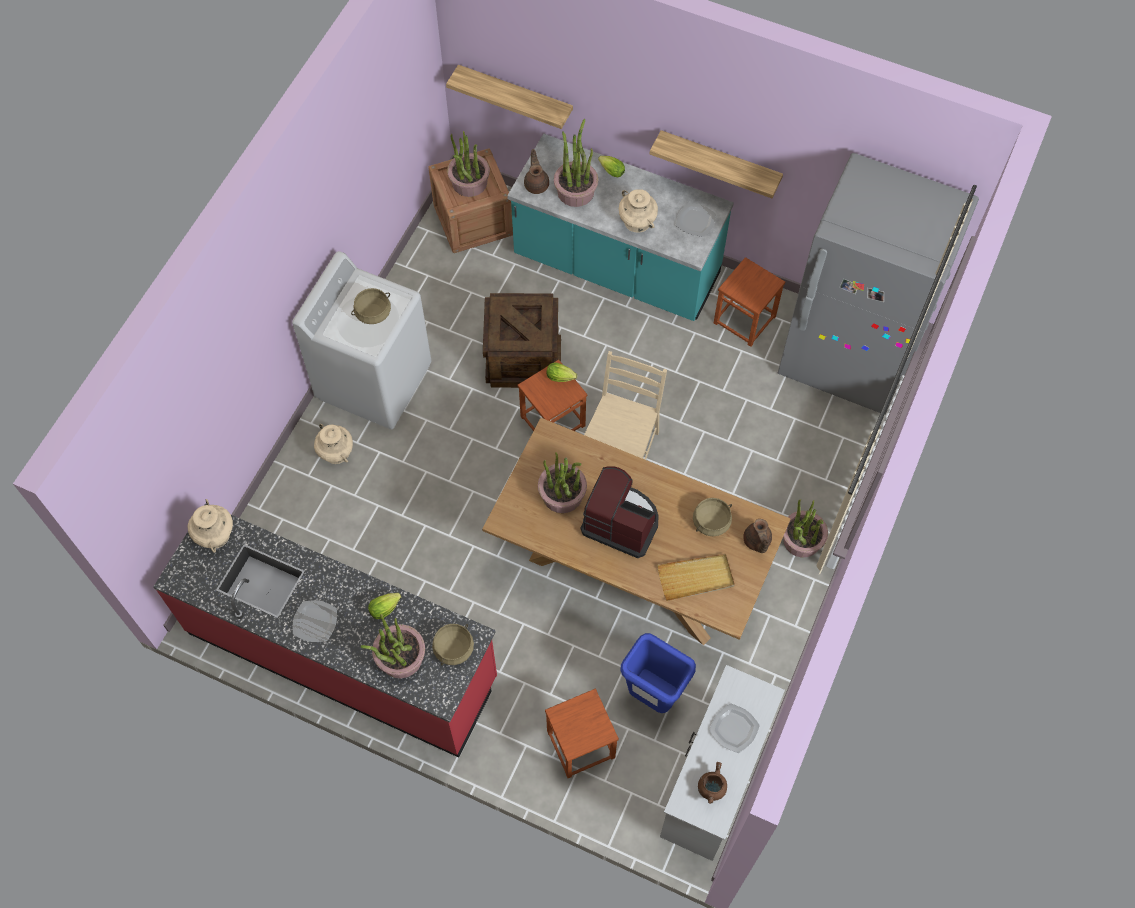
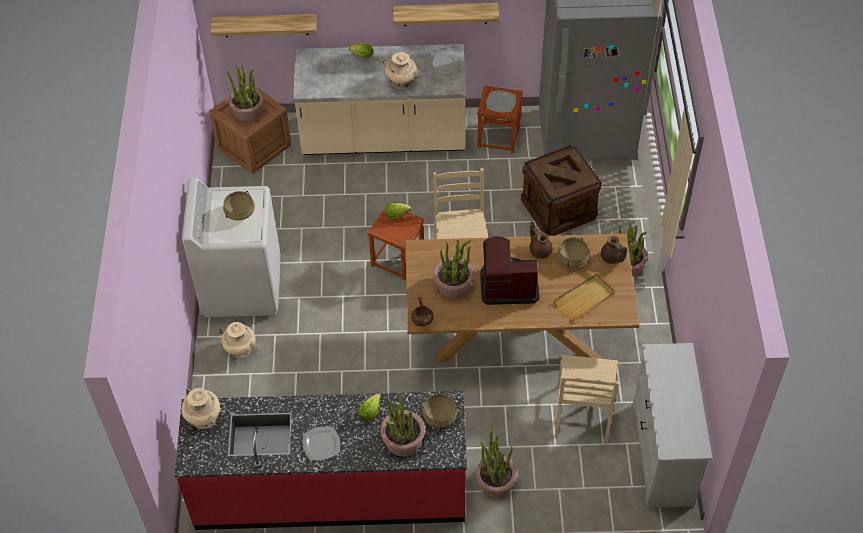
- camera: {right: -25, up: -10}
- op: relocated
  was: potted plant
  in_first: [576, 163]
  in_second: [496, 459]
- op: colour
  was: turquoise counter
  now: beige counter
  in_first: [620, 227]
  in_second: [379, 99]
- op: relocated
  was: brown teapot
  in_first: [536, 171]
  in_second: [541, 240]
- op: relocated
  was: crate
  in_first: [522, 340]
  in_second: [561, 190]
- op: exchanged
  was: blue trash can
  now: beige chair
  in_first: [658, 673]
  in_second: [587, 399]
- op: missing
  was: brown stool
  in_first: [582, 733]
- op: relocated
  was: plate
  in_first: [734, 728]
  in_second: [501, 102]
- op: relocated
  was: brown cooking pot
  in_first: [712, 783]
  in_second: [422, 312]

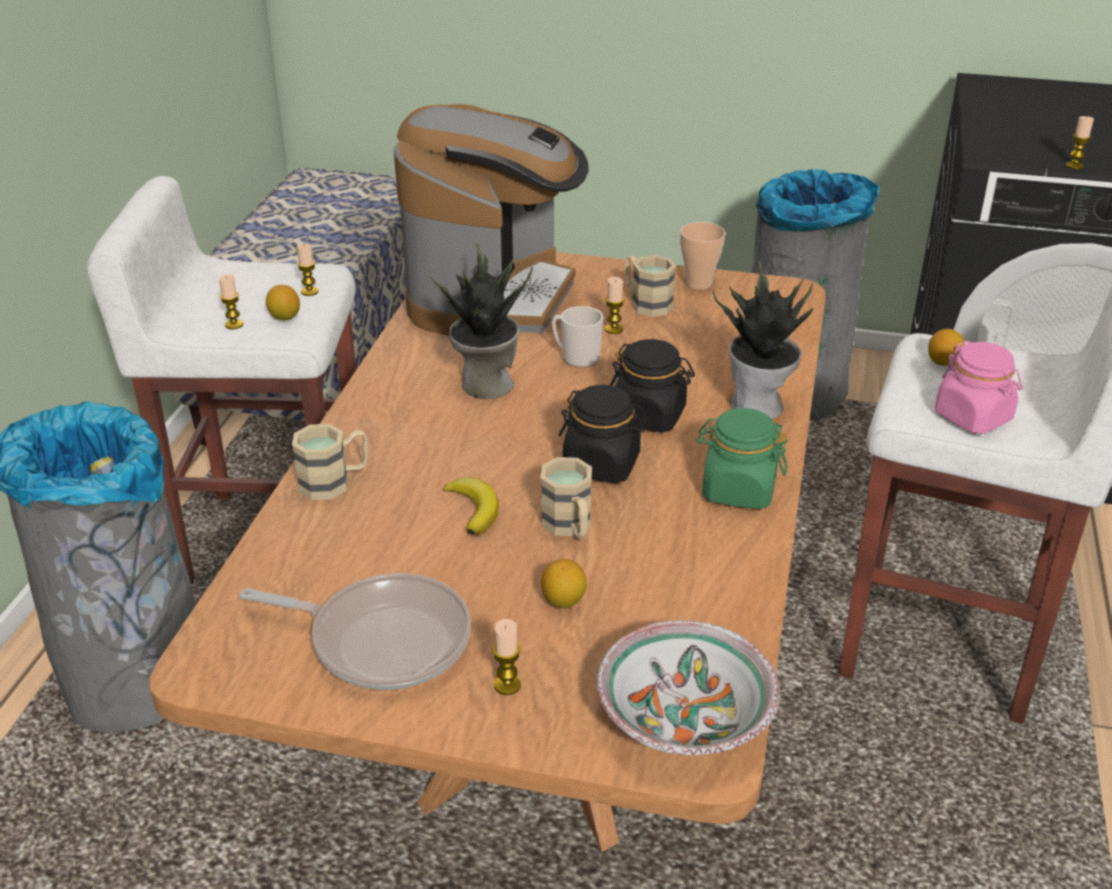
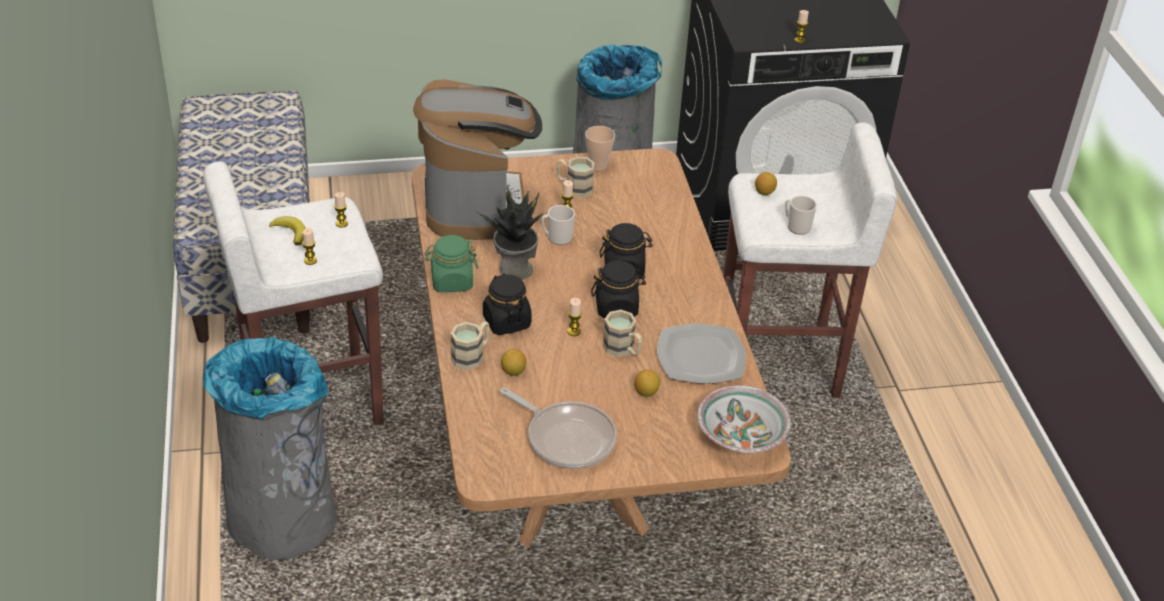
- camera: {right: -25, up: 5}
- op: missing
  was: potted plant
  in_first: [763, 340]
- op: relocated
  was: lemon
  in_first: [283, 302]
  in_second: [514, 362]
- op: exchanged
  was: pink jar
  now: mug
  in_first: [978, 387]
  in_second: [801, 215]
- op: relocated
  was: green jar
  in_first: [741, 458]
  in_second: [451, 263]
- op: relocated
  was: banana
  in_first: [471, 506]
  in_second: [287, 230]
- op: spun
  was: frying pan
  in_first: [355, 631]
  in_second: [558, 428]
  clockwise: 45
- op: relocated
  was: candle
  in_first: [506, 657]
  in_second: [574, 317]
- op: appeared
  now: black jar
  in_second: [507, 304]
- op: appeared
  now: plate
  in_second: [701, 354]

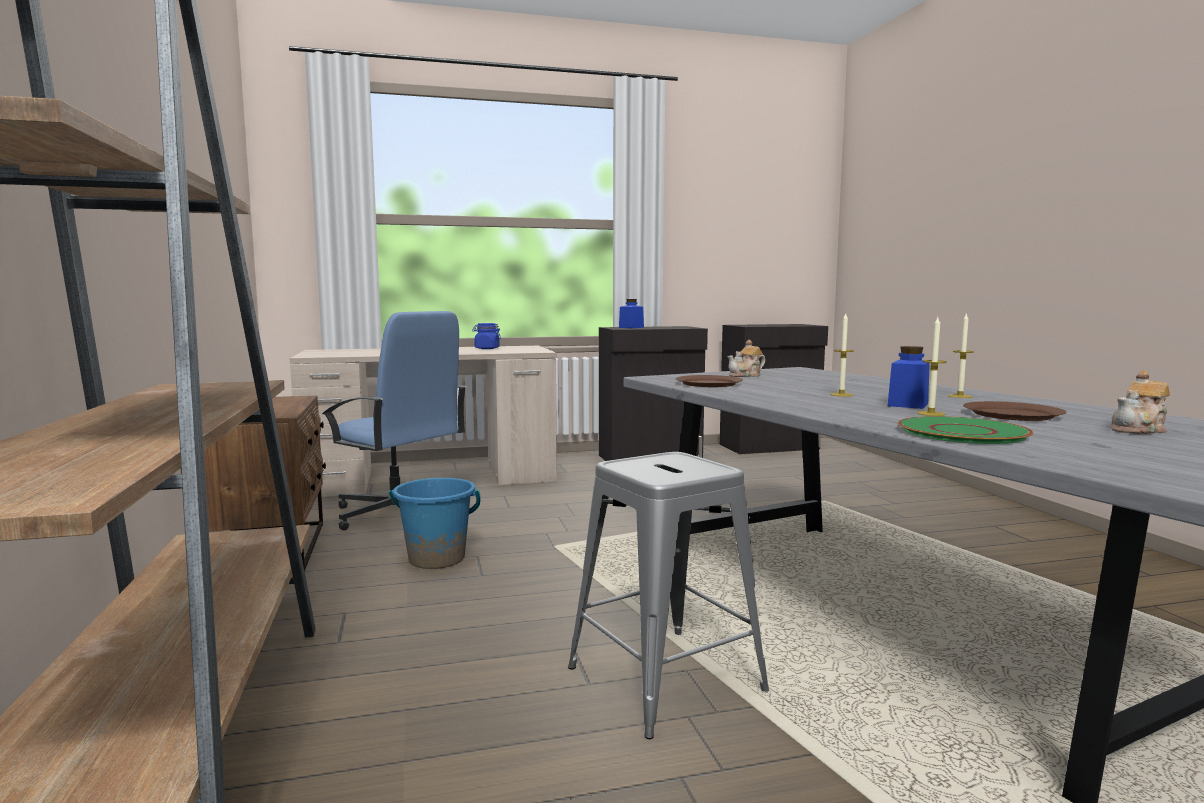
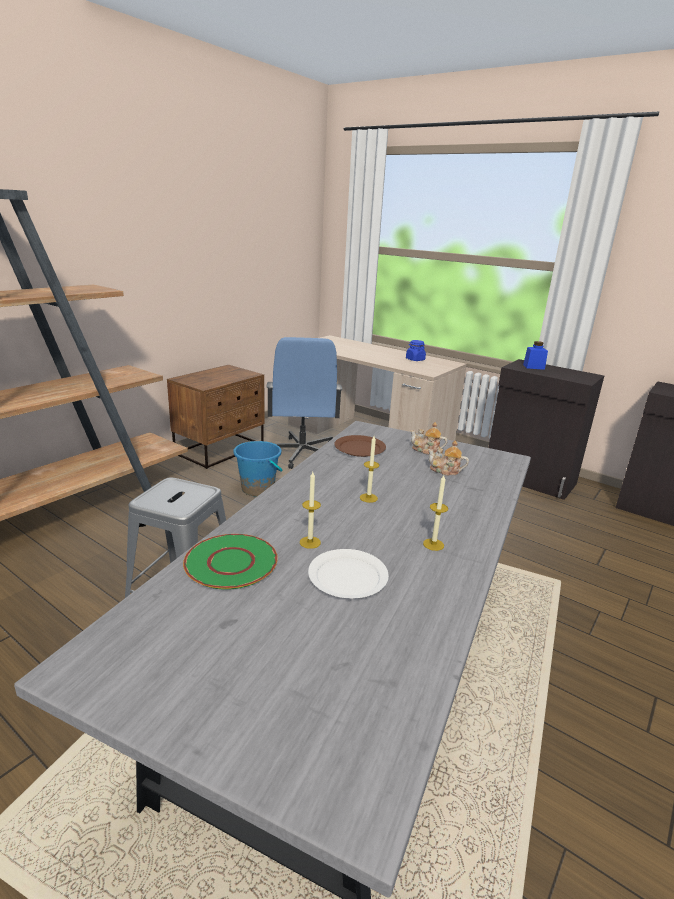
- camera: {right: 50, up: 15}
- op: missing
  was: blue jar
  in_first: [909, 377]
- op: relocated
  was: teapot
  in_first: [1140, 402]
  in_second: [448, 458]
- op: colour
  was: brown plate
  now: white plate
  in_first: [1014, 411]
  in_second: [348, 573]

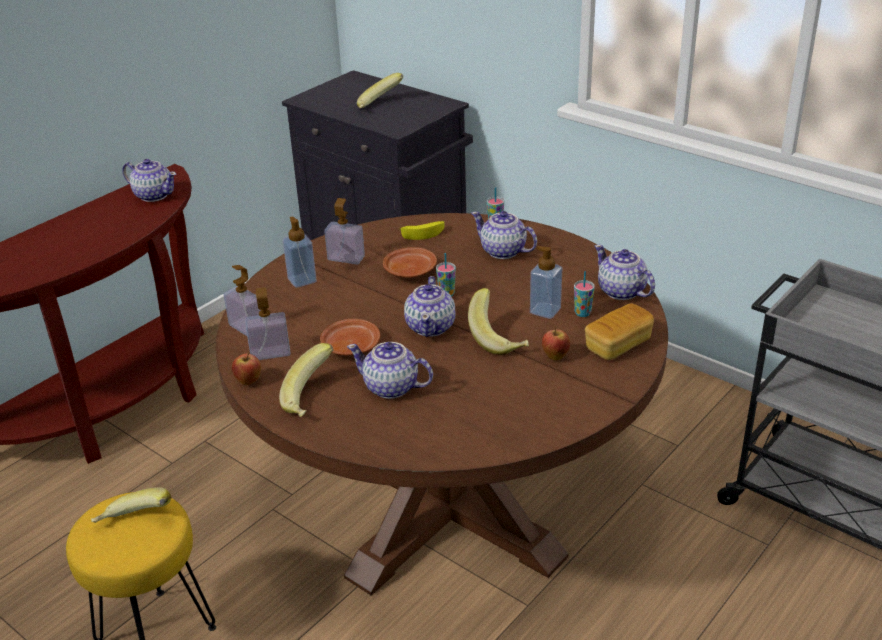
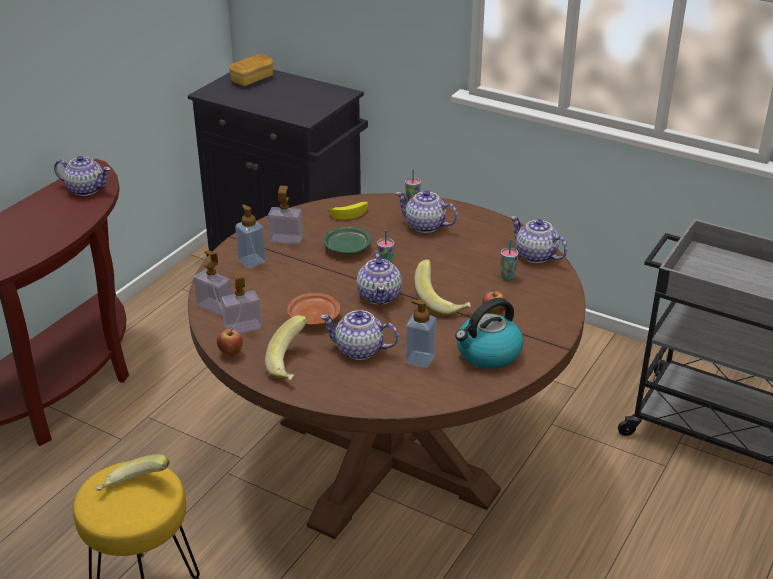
- camera: {right: -10, up: 0}
- op: missing
  was: banana
  in_first: [380, 90]
- op: relocated
  was: soap dispenser
  in_first: [546, 282]
  in_second: [421, 333]
- op: colour
  was: brown plate
  now: green plate
  in_first: [410, 262]
  in_second: [347, 240]
- op: relocated
  was: bread
  in_first: [619, 331]
  in_second: [251, 70]
- op: appeared
  now: kettle
  in_second: [489, 333]

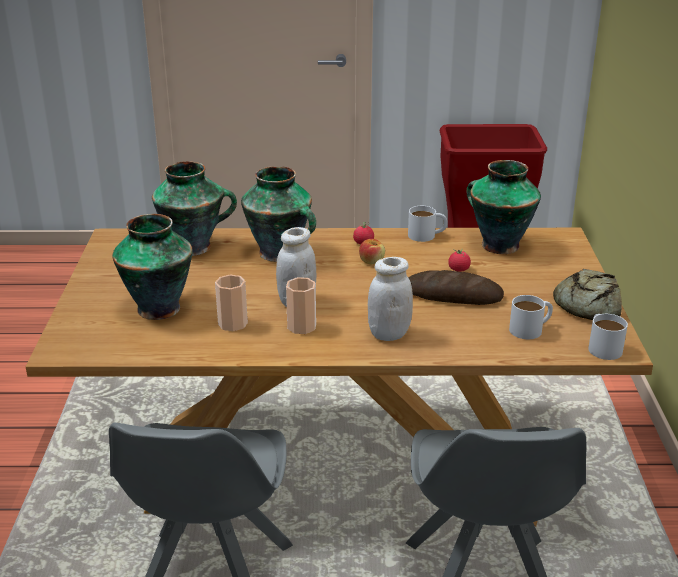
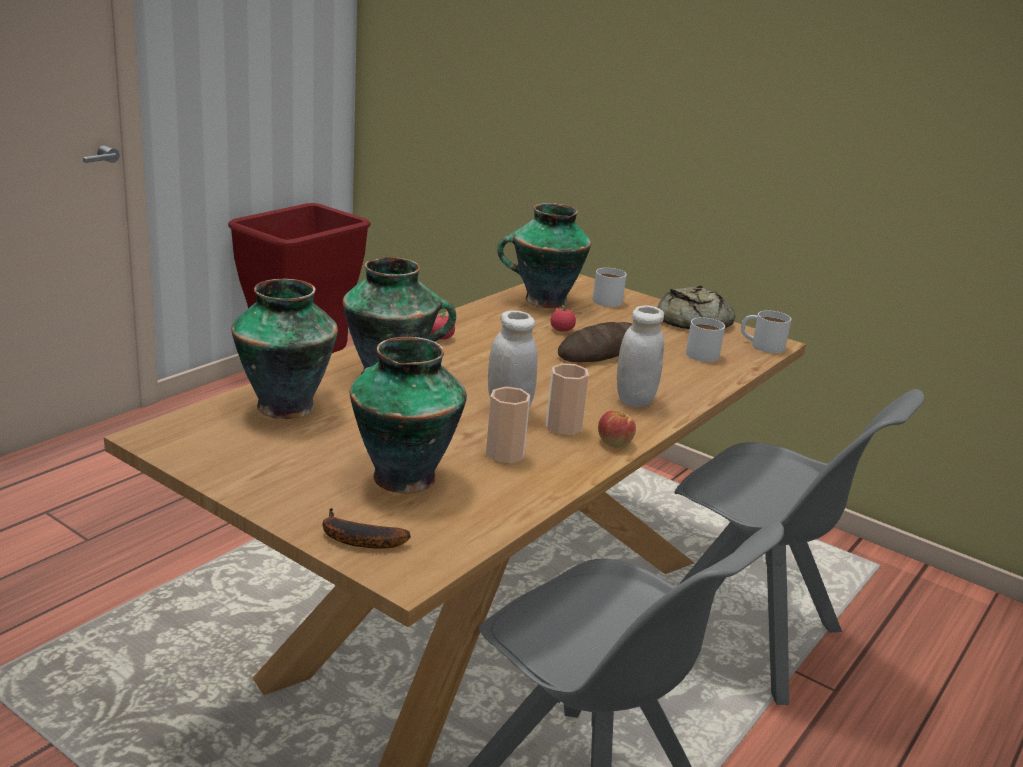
- camera: {right: -55, up: -5}
- op: relocated
  was: white mug
  in_first: [427, 224]
  in_second: [610, 287]
- op: relocated
  was: apple
  in_first: [372, 251]
  in_second: [617, 429]
- op: appeared
  now: banana
  in_second: [367, 528]

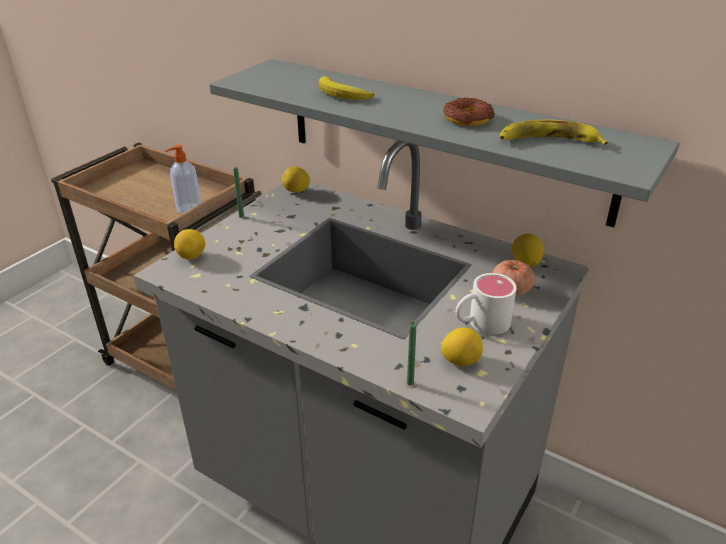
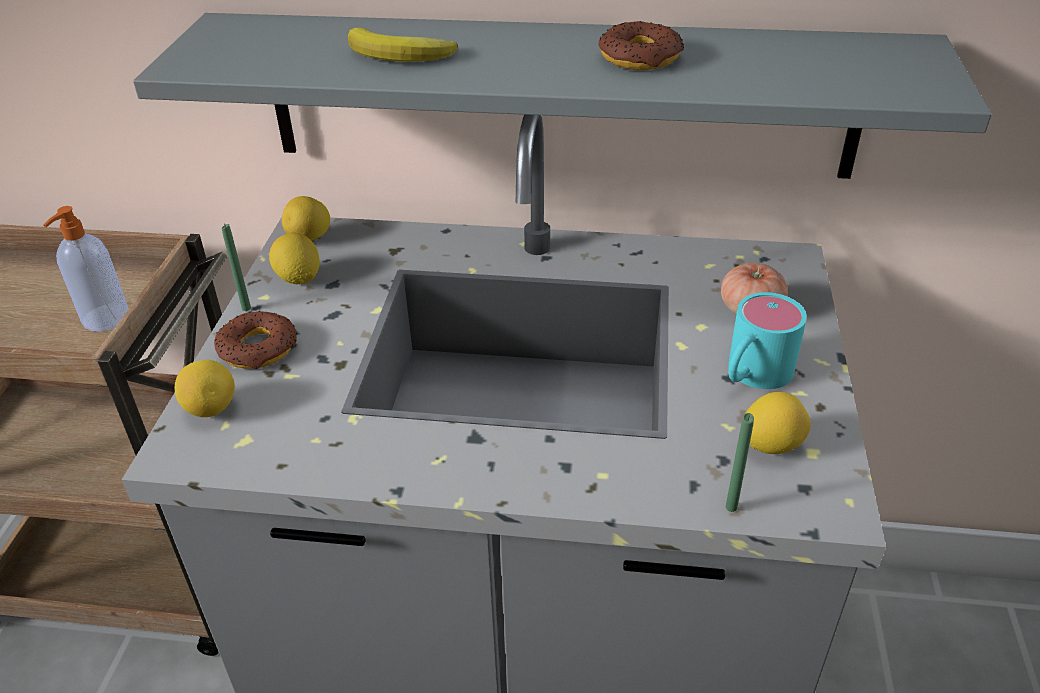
- camera: {right: -25, up: 5}
- op: missing
  was: banana
  in_first: [554, 132]
- op: relocated
  was: lemon
  in_first: [528, 250]
  in_second: [294, 258]
- op: colour
  was: white mug
  now: turquoise mug
  in_first: [486, 304]
  in_second: [767, 340]
- op: appeared
  now: donut
  in_second: [255, 340]

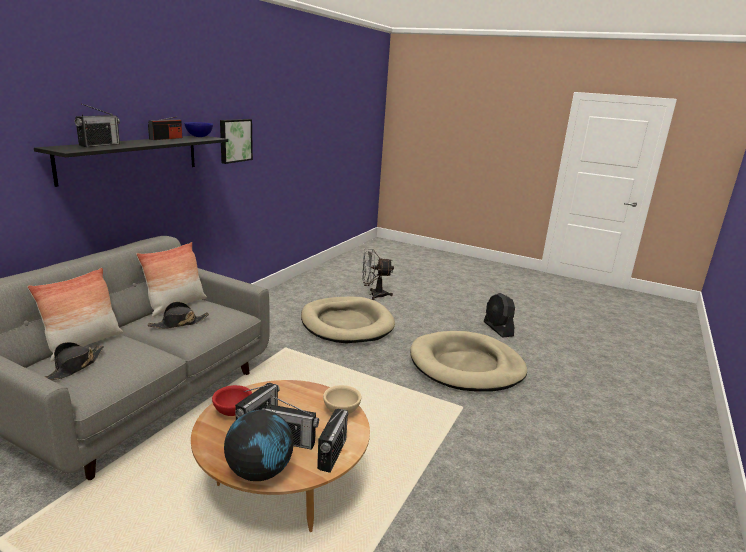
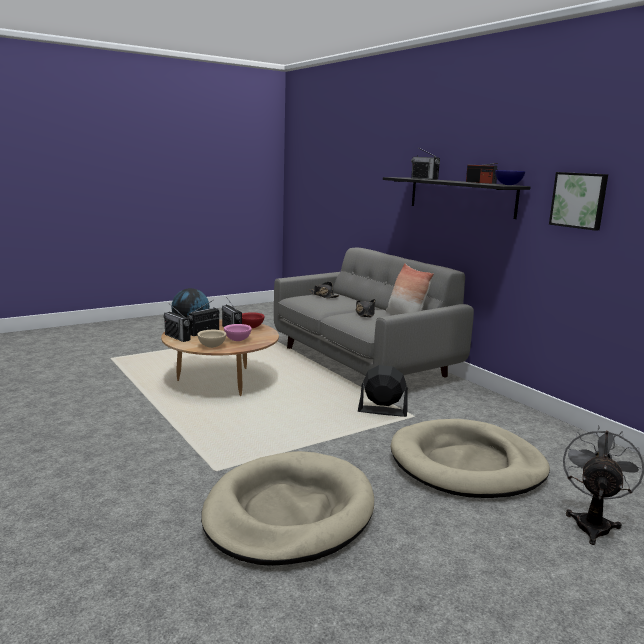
- camera: {right: 120, up: -5}
- op: missing
  was: pillow
  in_first: [75, 314]
- op: relocated
  was: black fan
  in_first: [499, 315]
  in_second: [383, 391]
- op: appeared
  now: pink bowl
  in_second: [238, 332]

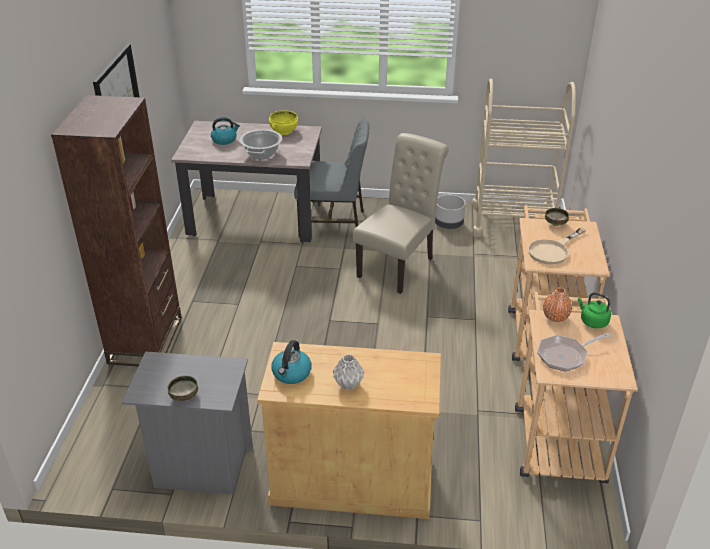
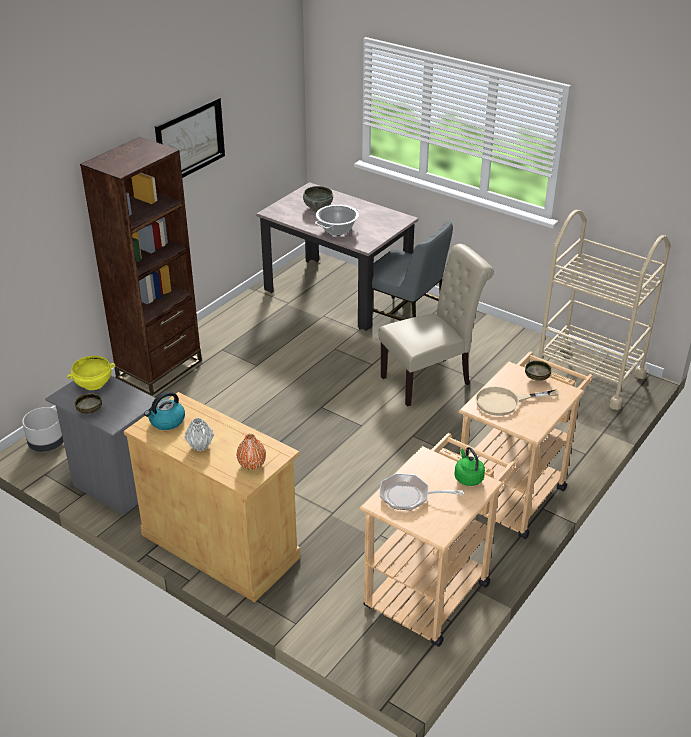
- camera: {right: 30, up: 0}
- op: relocated
  was: yellow bowl
  in_first: [283, 122]
  in_second: [91, 373]
- op: exchanged
  was: kettle
  now: grey bowl
  in_first: [225, 131]
  in_second: [318, 198]
- op: relocated
  was: grey planter
  in_first: [450, 212]
  in_second: [42, 429]
- op: relocated
  was: orange vase
  in_first: [557, 304]
  in_second: [251, 452]

